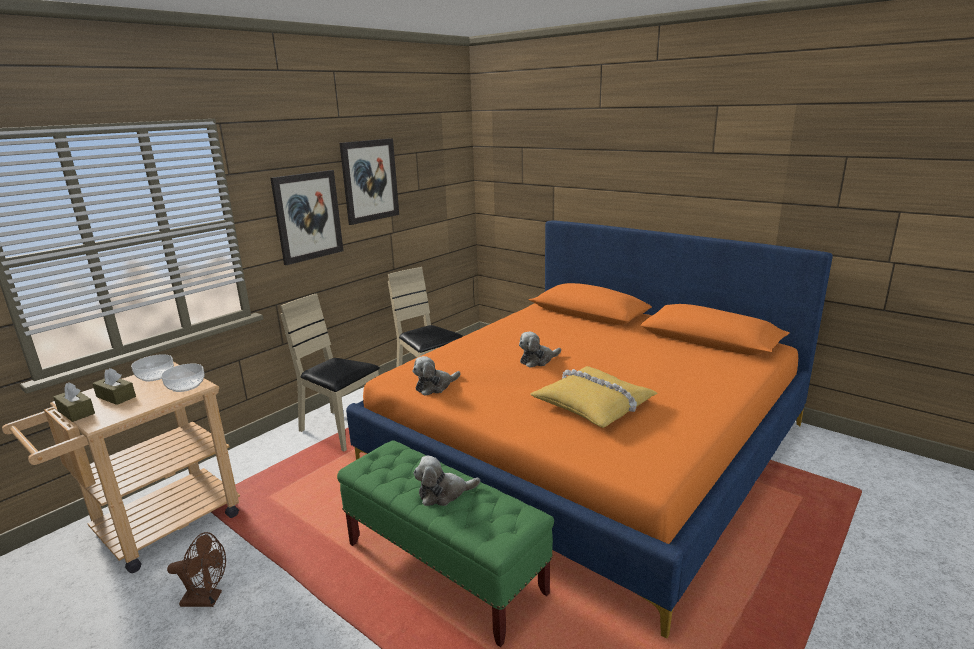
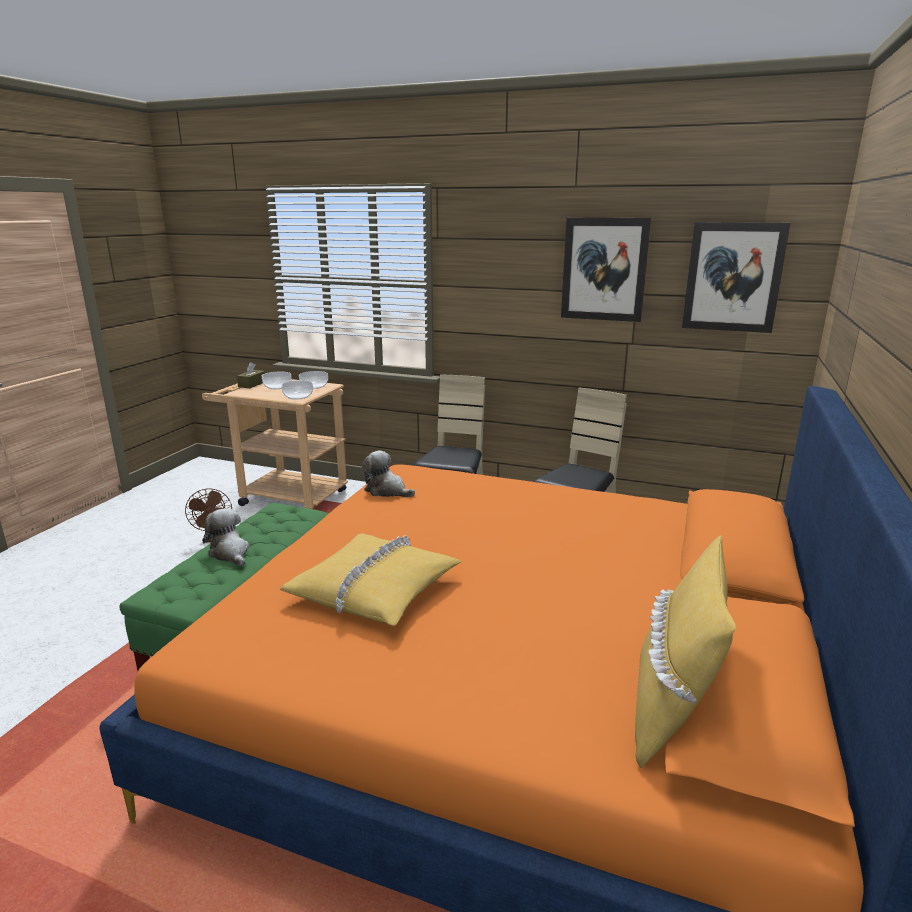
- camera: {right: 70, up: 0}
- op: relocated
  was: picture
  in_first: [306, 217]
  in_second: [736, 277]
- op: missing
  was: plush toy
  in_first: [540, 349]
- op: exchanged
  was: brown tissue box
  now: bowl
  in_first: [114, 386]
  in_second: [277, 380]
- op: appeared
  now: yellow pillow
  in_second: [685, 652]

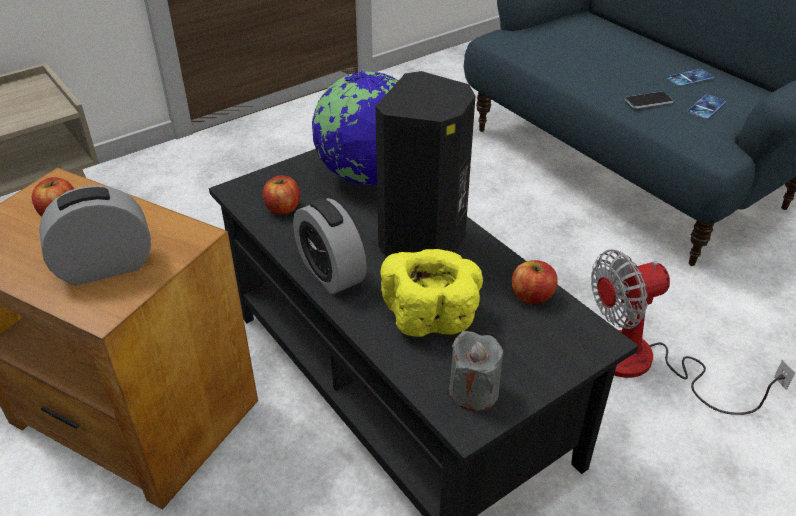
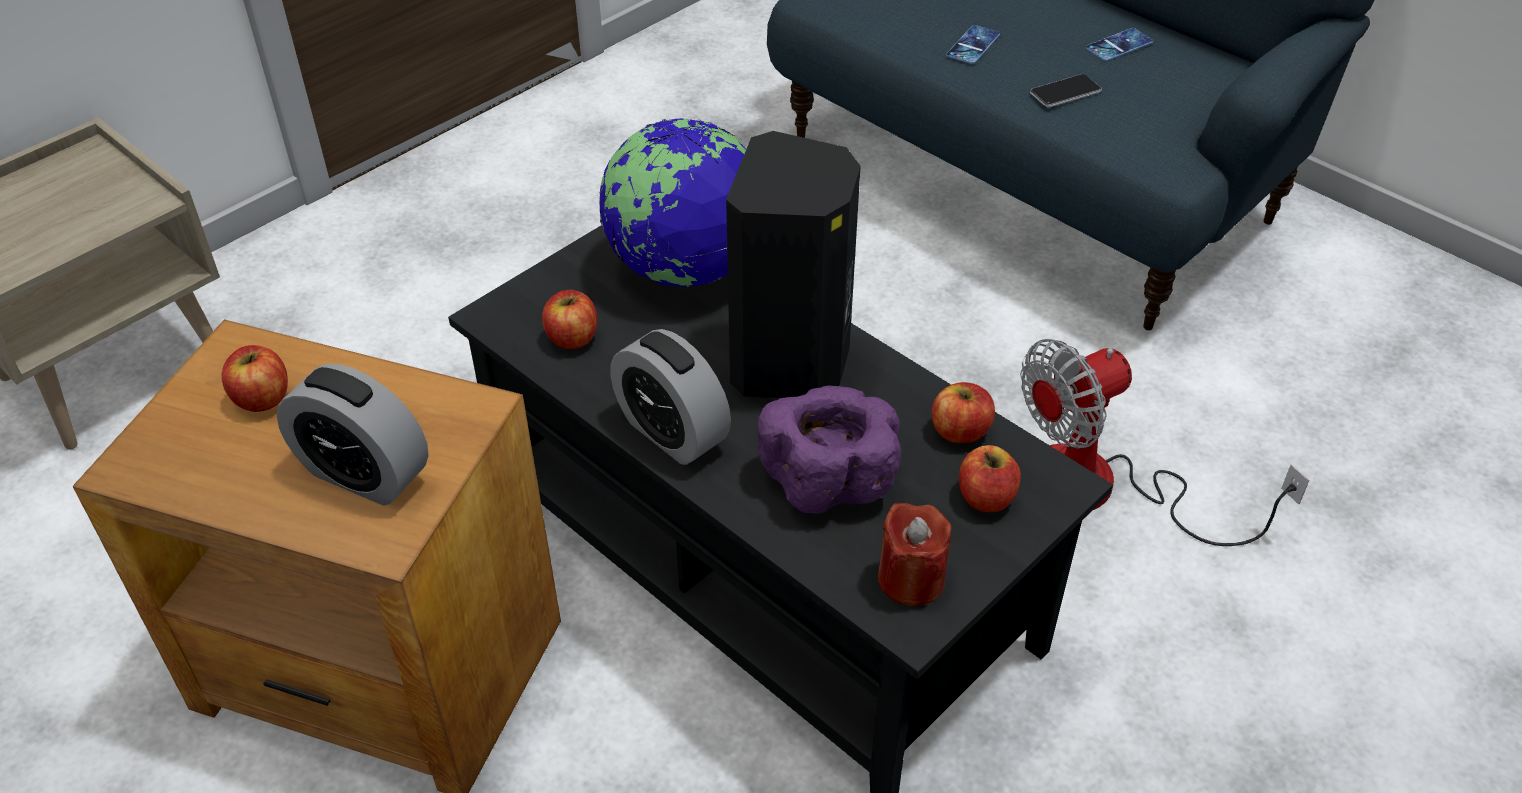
- camera: {right: -10, up: 5}
- op: relocated
  was: phone
  in_first: [706, 106]
  in_second: [973, 44]
- op: spun
  was: alarm clock
  in_first: [95, 235]
  in_second: [353, 435]
  clockwise: -120
- op: colour
  was: yellow bowl
  now: purple bowl
  in_first: [431, 293]
  in_second: [829, 449]
- op: colour
  was: grey candle
  now: red candle
  in_first: [476, 371]
  in_second: [914, 555]
- op: appeared
  now: apple
  in_second: [990, 478]

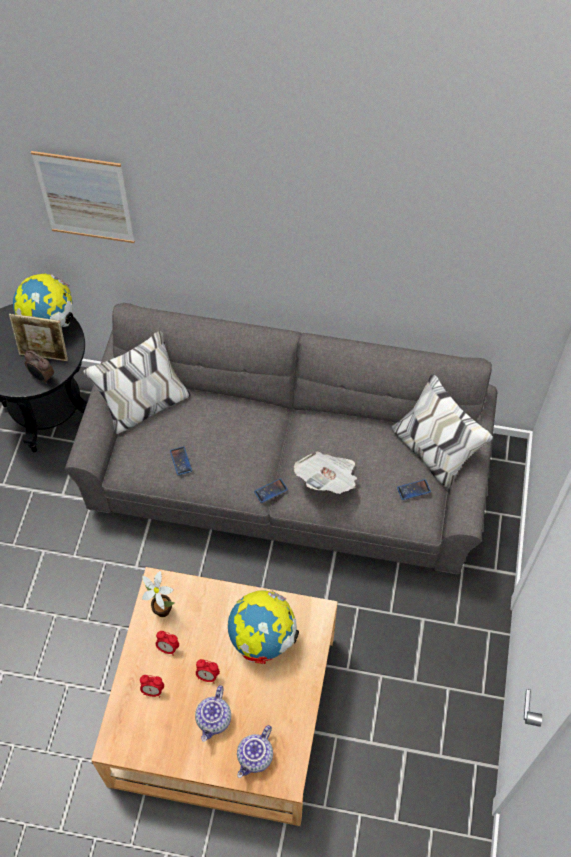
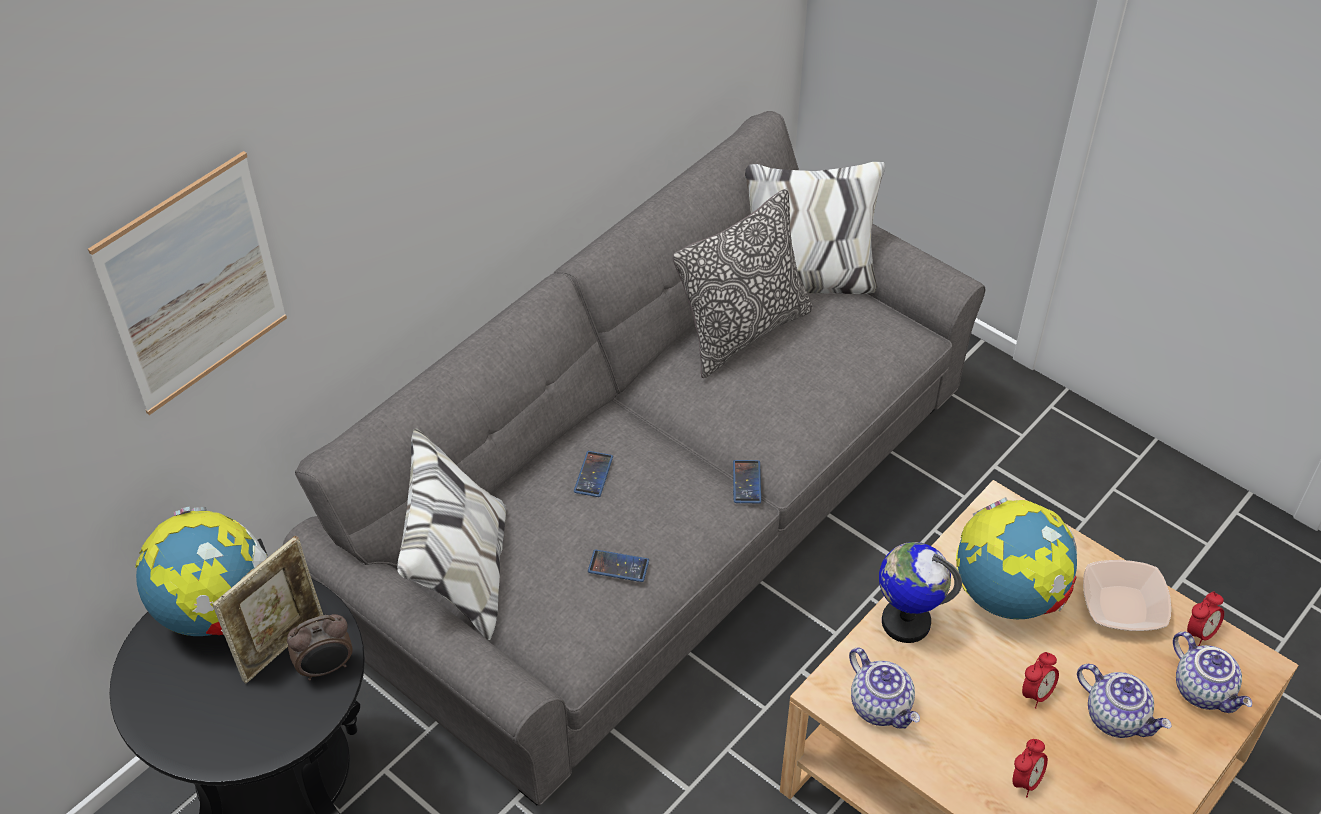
- camera: {right: -60, up: -10}
- op: missing
  was: newspaper
  in_first: [325, 472]
- op: relocated
  was: phone
  in_first: [414, 489]
  in_second: [593, 474]
- op: exchanged
  was: potted plant
  now: teapot
  in_first: [158, 594]
  in_second: [884, 688]
- op: relocated
  was: alarm clock
  in_first: [167, 643]
  in_second: [1205, 618]
- op: appeared
  now: pillow
  in_second: [742, 283]
- op: appeared
  now: globe
  in_second: [920, 592]
- op: appeared
  now: bowl
  in_second: [1127, 595]

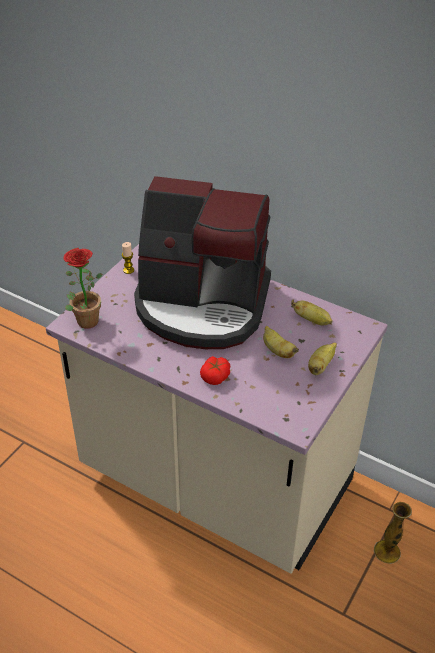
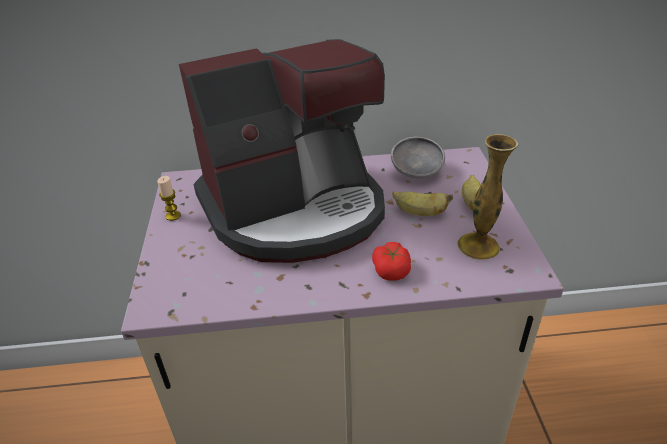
- camera: {right: -35, up: -5}
- op: missing
  was: potted plant
  in_first: [82, 288]
- op: exchanged
  was: banana
  now: grey bowl
  in_first: [311, 312]
  in_second: [418, 157]
- op: relocated
  was: vase
  in_first: [393, 533]
  in_second: [487, 197]

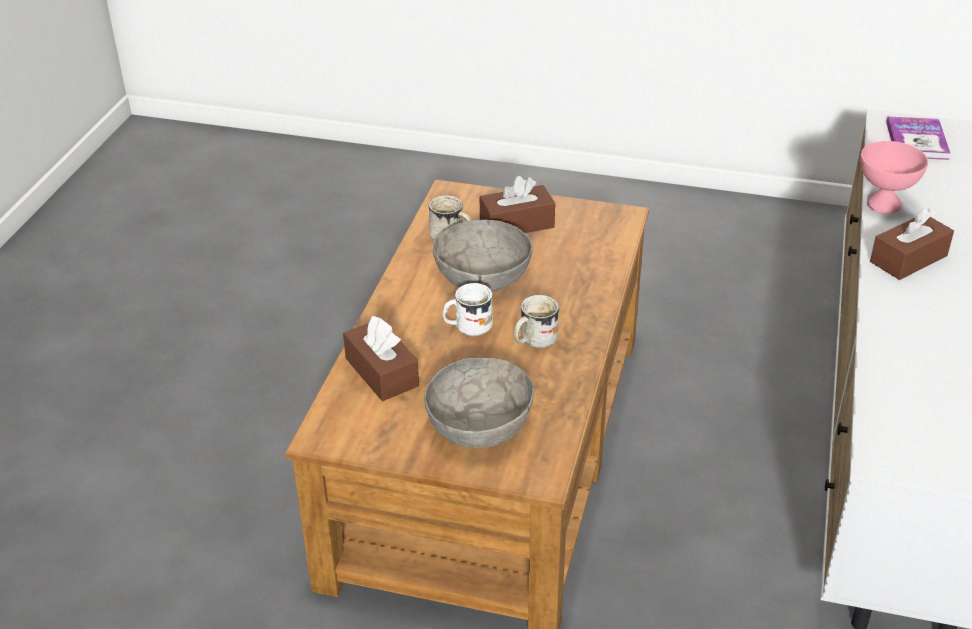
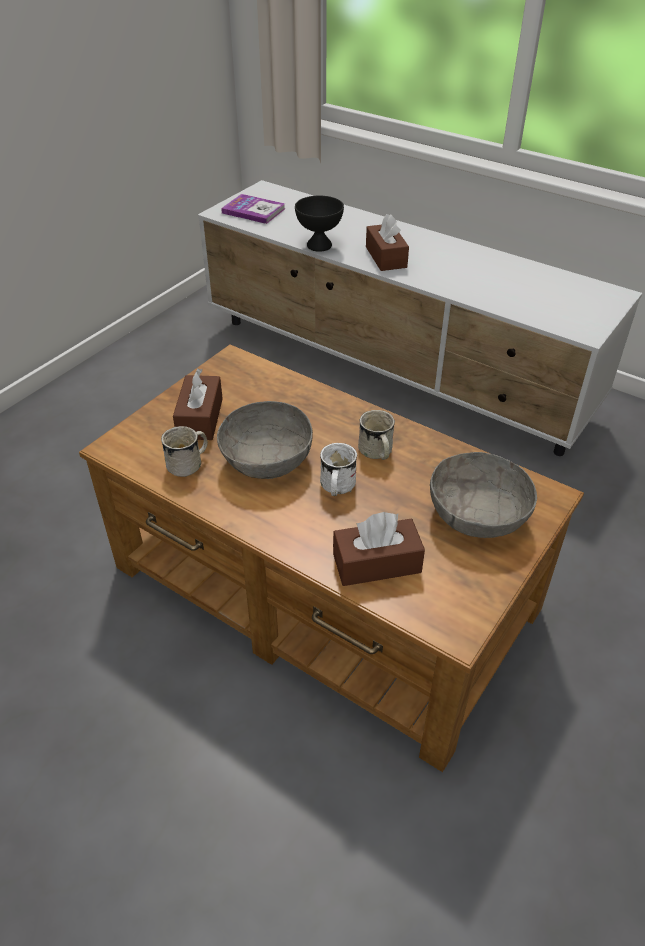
- camera: {right: -70, up: 5}
- op: colour
  was: pink bowl
  now: black bowl
  in_first: [894, 177]
  in_second: [319, 224]

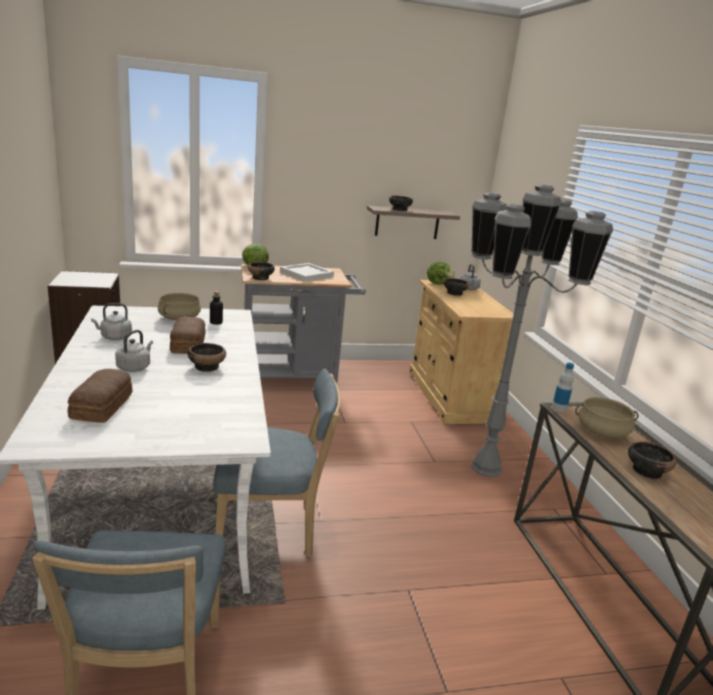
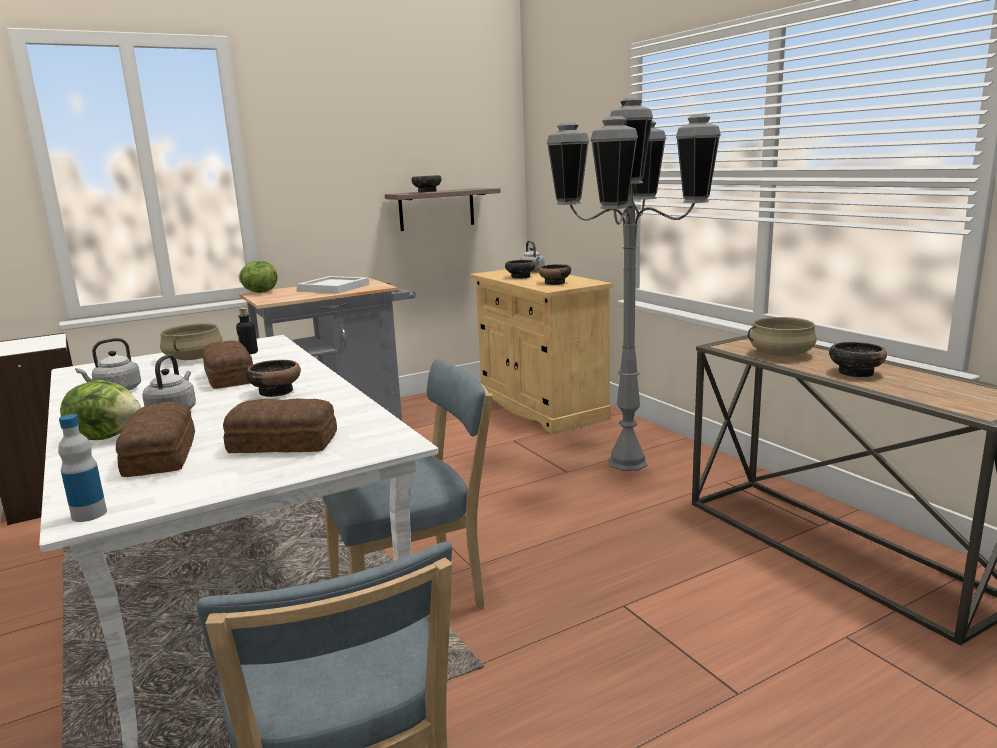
- camera: {right: -15, up: -5}
- op: relocated
  was: bowl
  in_first: [261, 271]
  in_second: [555, 274]
- op: relocated
  was: lettuce
  in_first: [441, 273]
  in_second: [101, 410]
- op: relocated
  was: bottle
  in_first: [563, 387]
  in_second: [82, 468]
- op: appeared
  now: bread
  in_second: [280, 425]

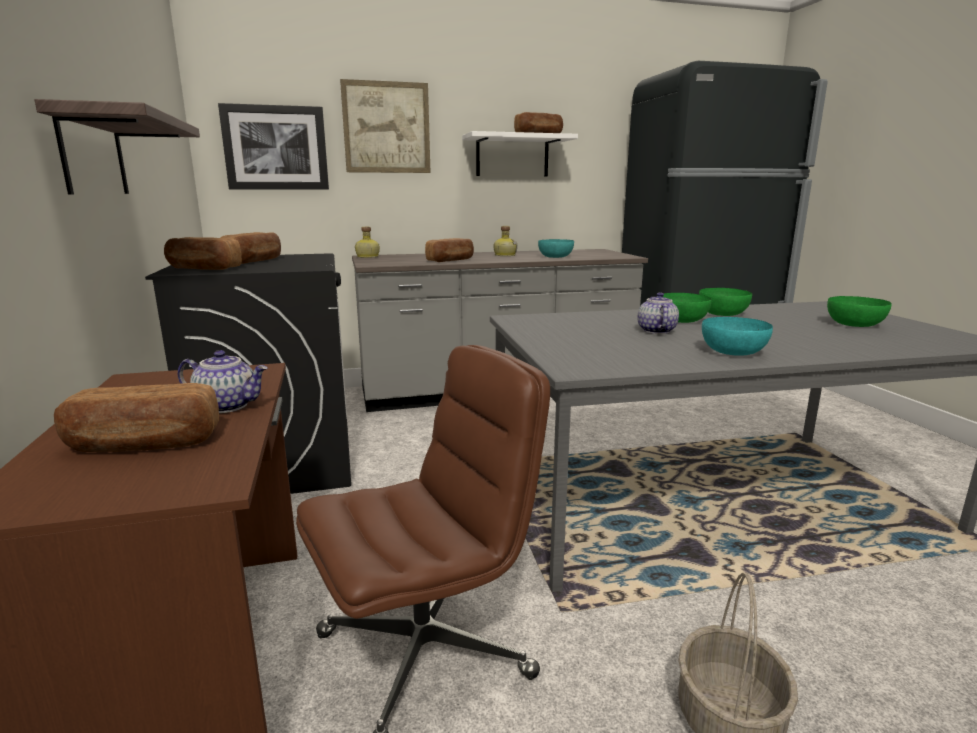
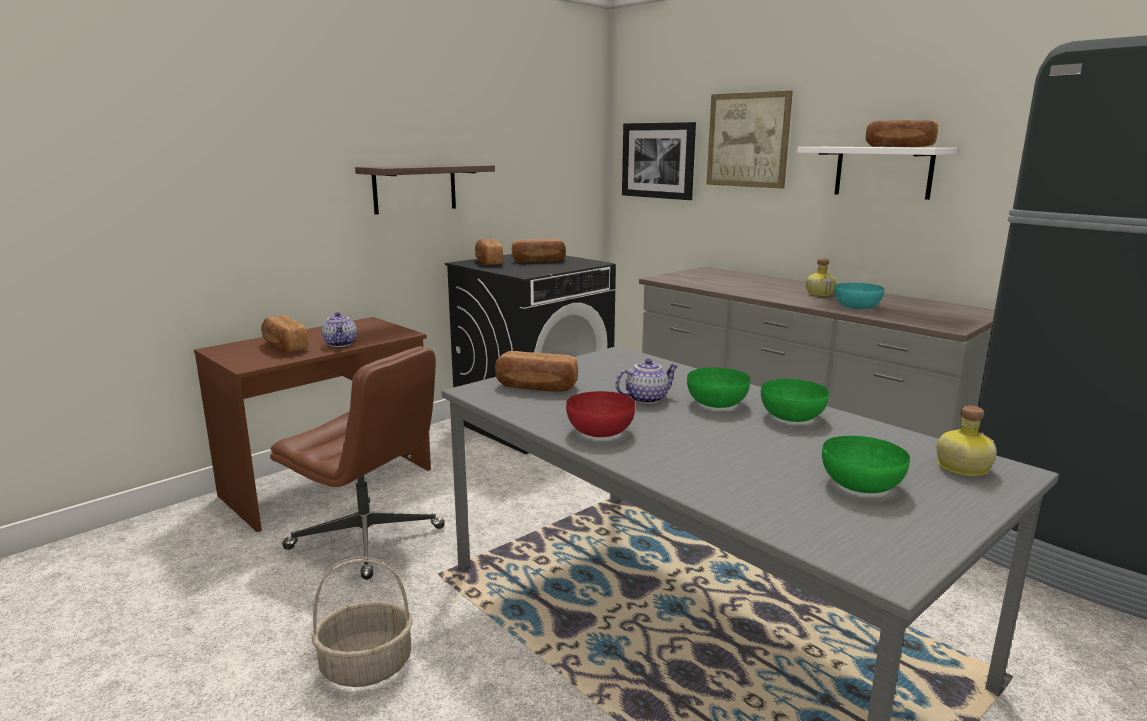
- camera: {right: 60, up: 0}
- op: relocated
  was: bottle
  in_first: [367, 242]
  in_second: [967, 441]
- op: relocated
  was: bread
  in_first: [449, 250]
  in_second: [536, 371]
- op: colour
  was: turquoise bowl
  now: red bowl
  in_first: [737, 336]
  in_second: [600, 414]

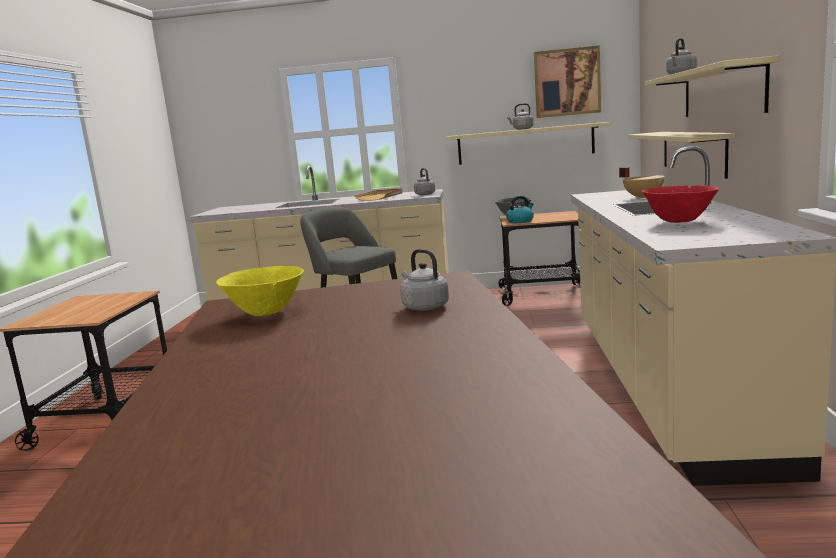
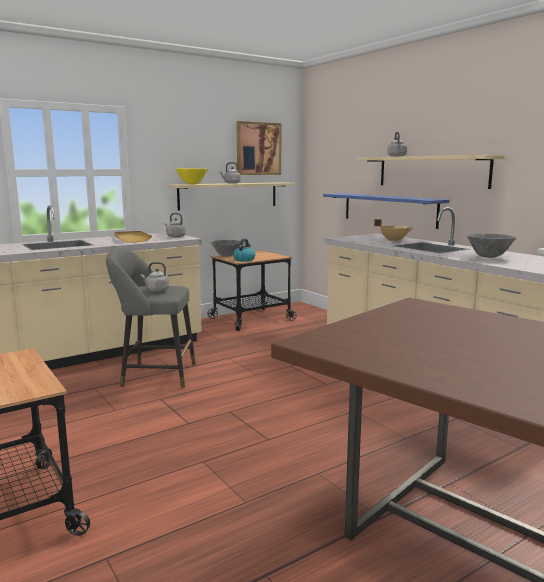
- camera: {right: -40, up: 0}
- op: colour
  was: beige shelf
  now: blue shelf
  in_first: [681, 155]
  in_second: [386, 211]
- op: colour
  was: red bowl
  now: grey bowl
  in_first: [680, 204]
  in_second: [491, 246]
- op: relocated
  was: grey kettle
  in_first: [424, 280]
  in_second: [155, 277]
- op: relocated
  was: yellow bowl
  in_first: [260, 291]
  in_second: [191, 176]

